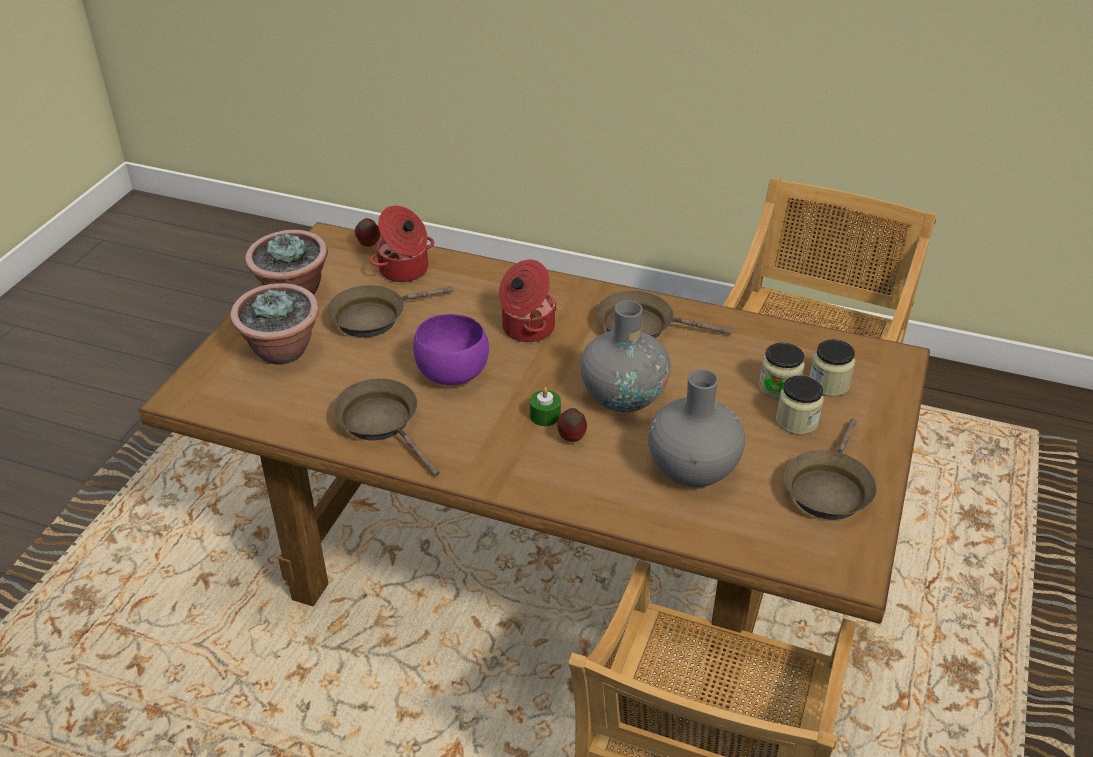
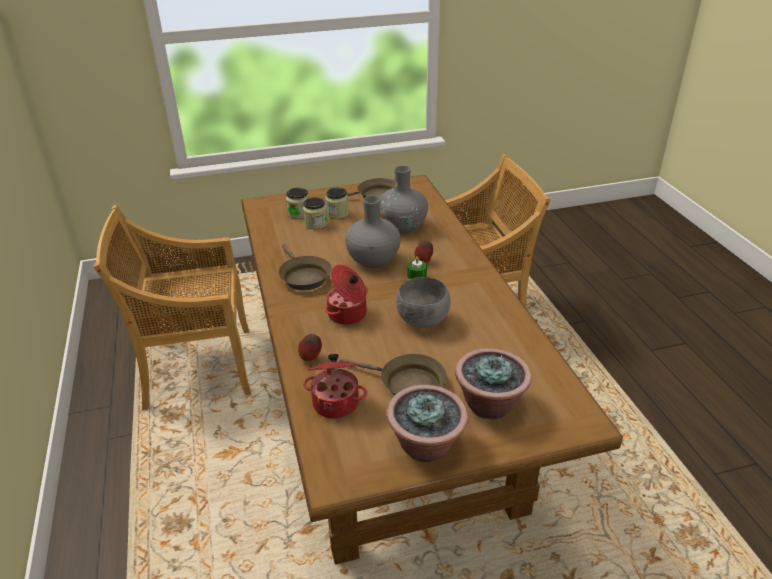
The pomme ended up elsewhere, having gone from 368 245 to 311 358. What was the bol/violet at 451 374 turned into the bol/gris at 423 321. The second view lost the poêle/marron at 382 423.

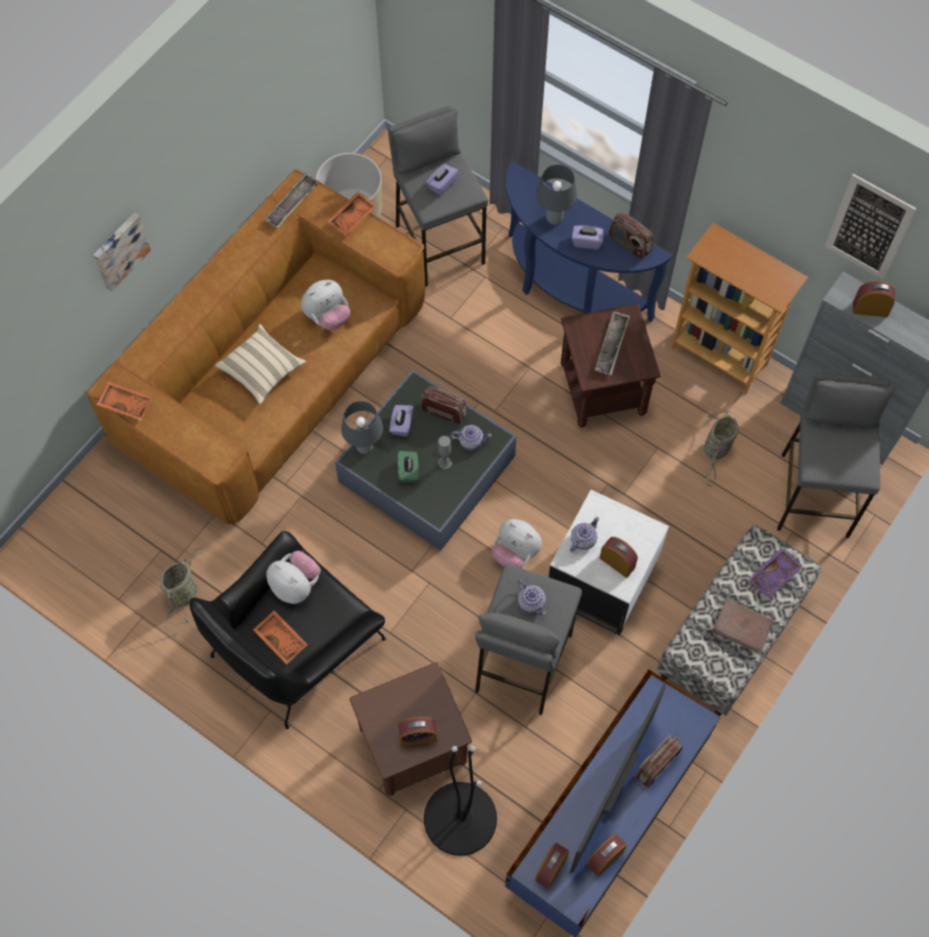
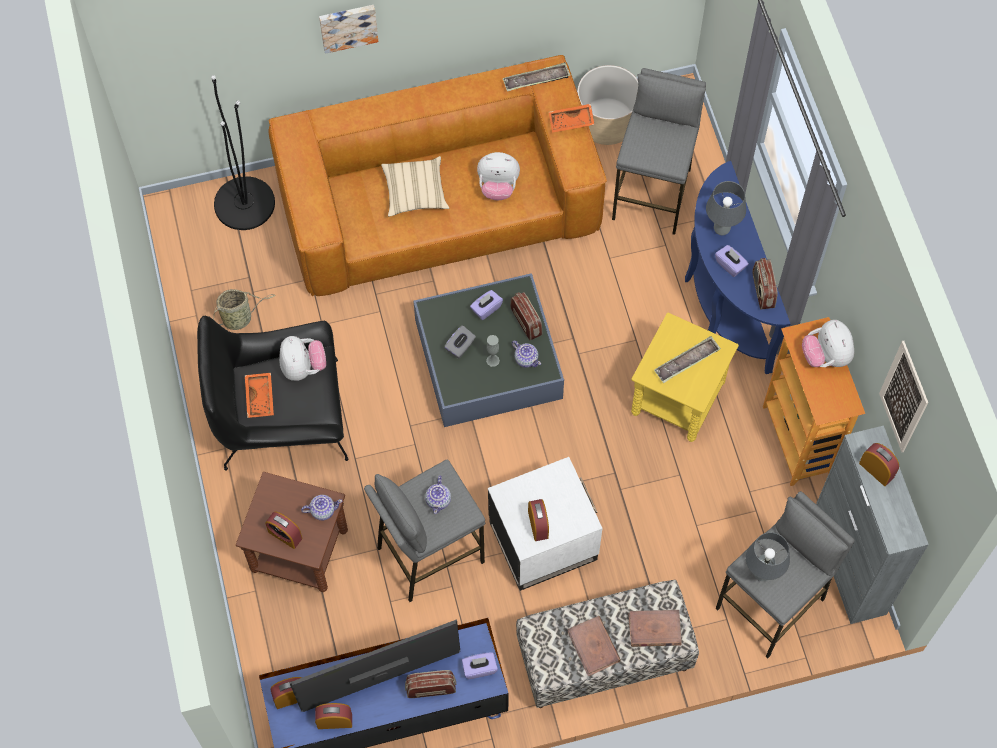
The boîte à mouchoirs/violet ended up elsewhere, having gone from 442 184 to 479 668. What was the table d'appoint/marron at 603 390 turned into the table d'appoint/jaune at 678 399. The second view lost the plateau/orange at 126 403. The lampe de table/gris ended up elsewhere, having gone from 364 446 to 762 573. The second view lost the panier at 716 450. What was the boîte à mouchoirs/vert at 408 471 turned into the boîte à mouchoirs/gris at 460 347. The théière ended up elsewhere, having gone from 582 540 to 322 510. The peluche ended up elsewhere, having gone from 515 553 to 825 356. Where the plateau/violet stood at 775 576, the livre/marron came to stand at 654 629. The lampadaire/noir ended up elsewhere, having gone from 460 818 to 244 203.

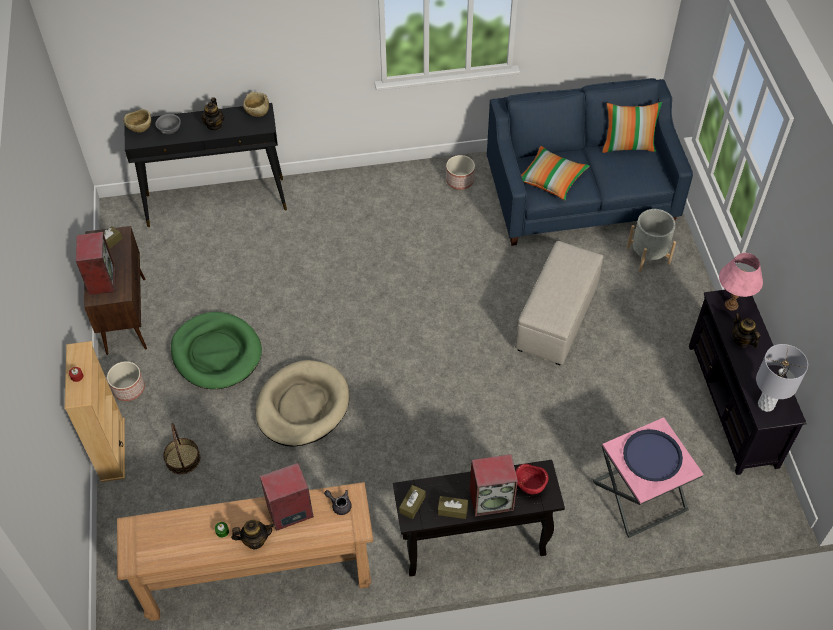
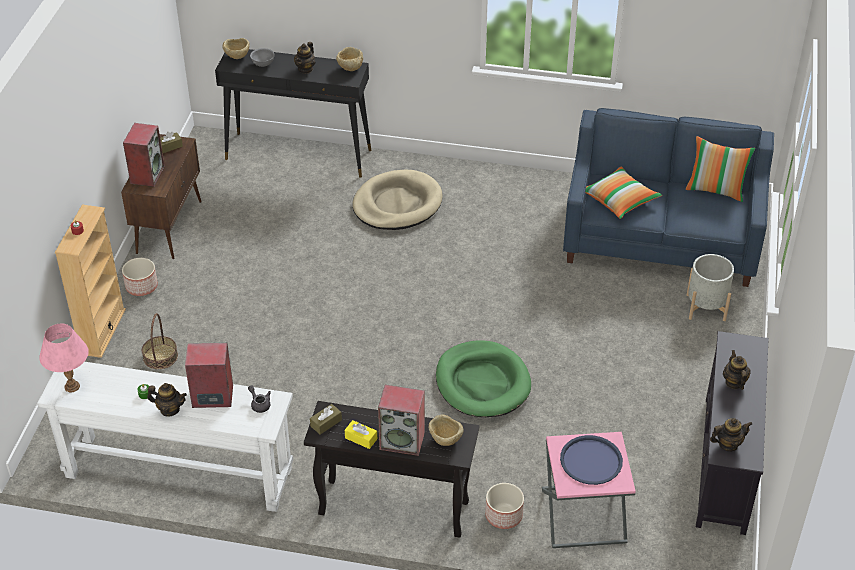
The cache-pot ended up elsewhere, having gone from 460 180 to 504 515. The second view lost the pouf/beige at 557 317. The lampe de table/rose ended up elsewhere, having gone from 731 305 to 72 386. The panier pour chien/vert ended up elsewhere, having gone from 216 353 to 482 382. Where the lampe de table/gris stood at 765 404, the théière came to stand at 728 444. The panier pour chien/beige ended up elsewhere, having gone from 302 406 to 397 204. What was the bol/rouge at 529 486 turned into the bol/beige at 445 440. What was the table console/marron at 258 577 turned into the table console/blanc at 178 472. What was the boîte à mouchoirs/marron at 452 510 turned into the boîte à mouchoirs/jaune at 361 438.

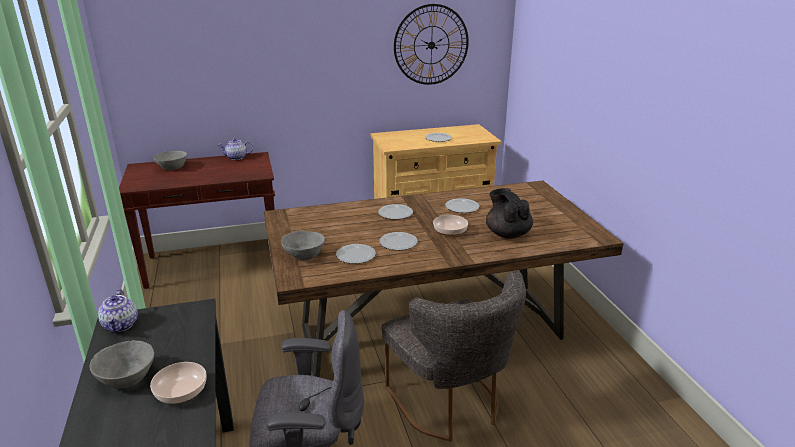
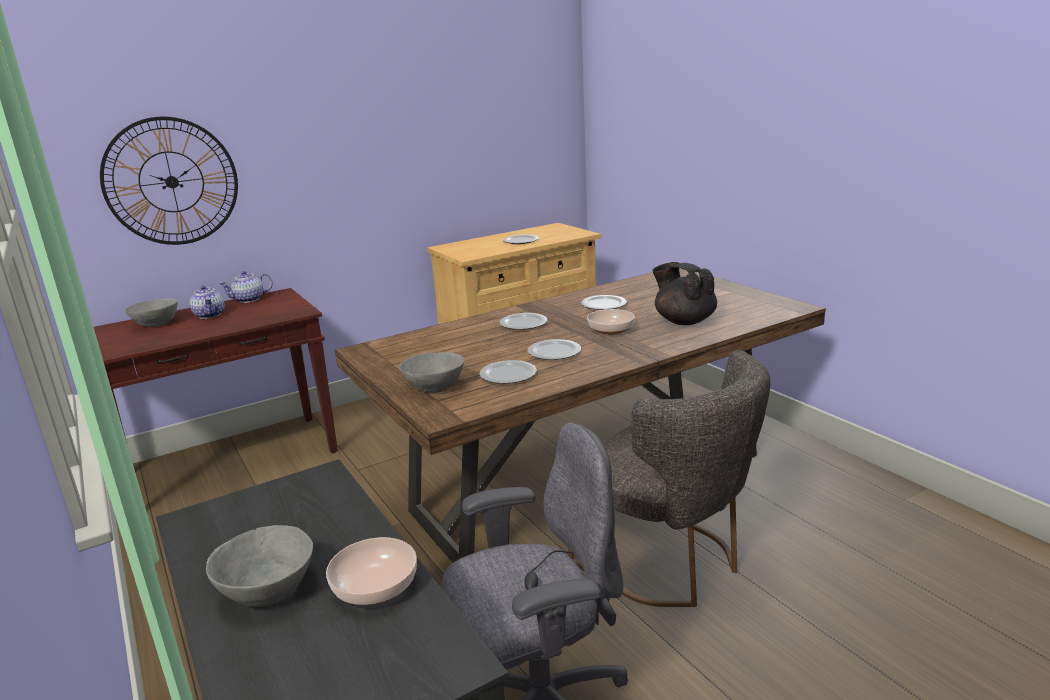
The horloge murale ended up elsewhere, having gone from 431 45 to 171 182. The théière ended up elsewhere, having gone from 121 325 to 210 315.

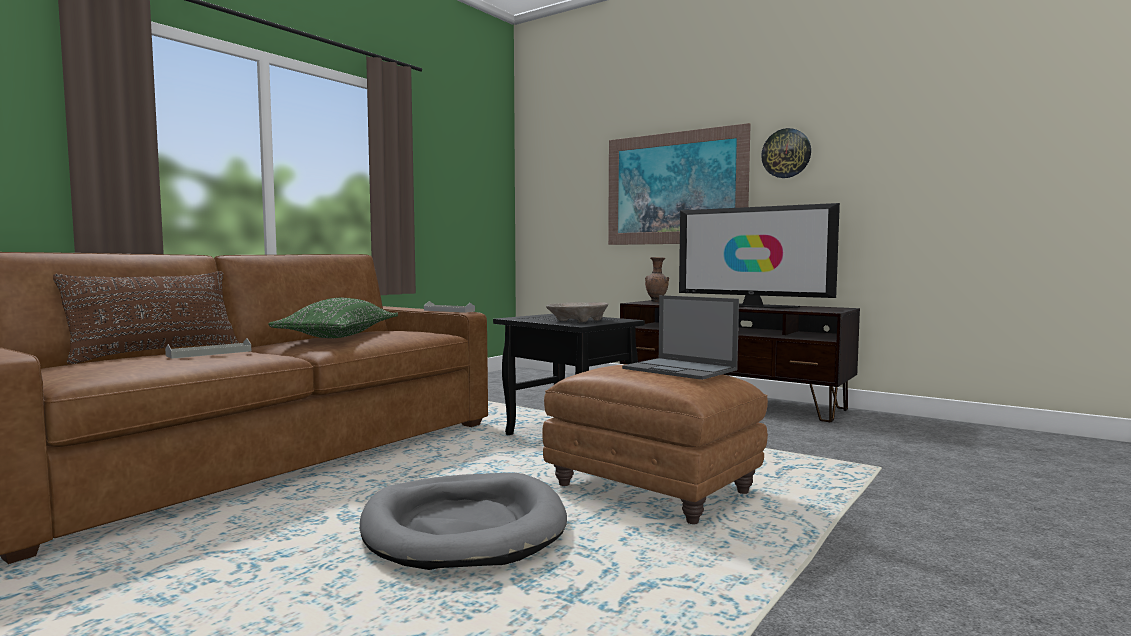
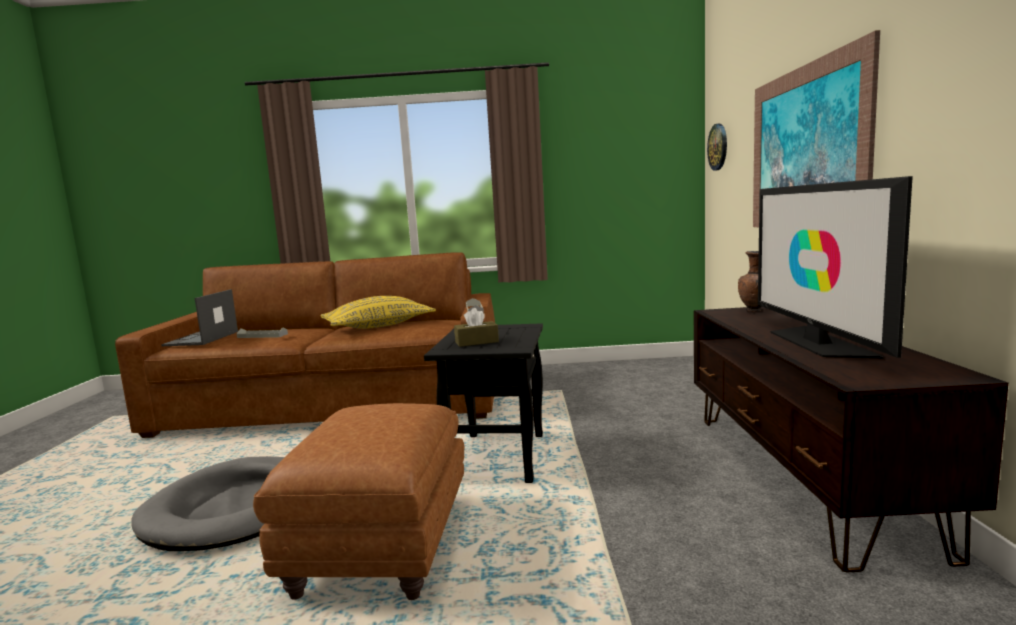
The horloge murale ended up elsewhere, having gone from 786 153 to 718 147. The second view lost the coussin/marron at 156 353. The ordinateur portable ended up elsewhere, having gone from 681 369 to 201 339. What was the coussin/vert at 339 336 turned into the coussin/jaune at 379 326. Where the bol/beige stood at 577 320, the boîte à mouchoirs/marron came to stand at 476 342.

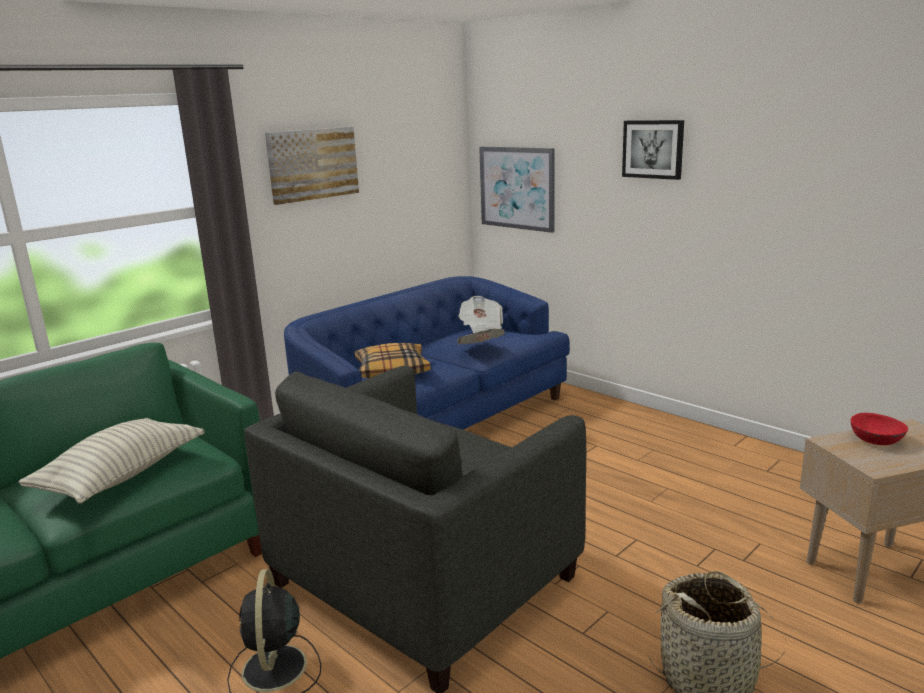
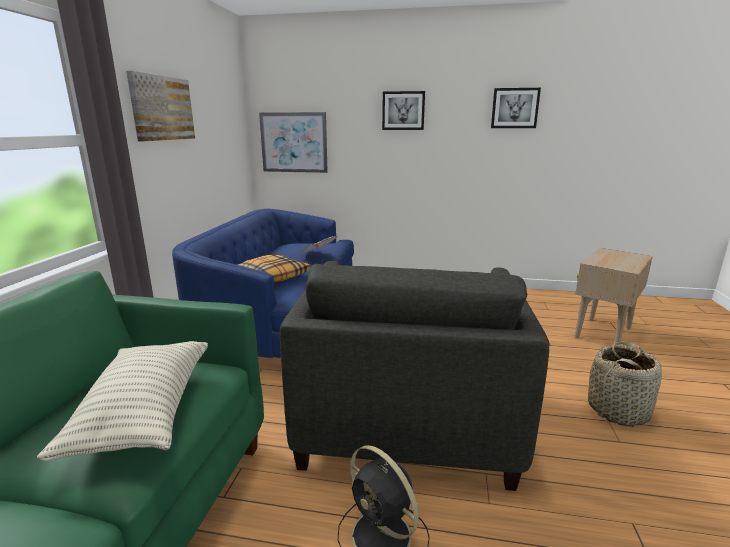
The second view lost the journal at 481 328. The second view lost the bol/rouge at 875 440. The second view gained the tableau at 514 108.

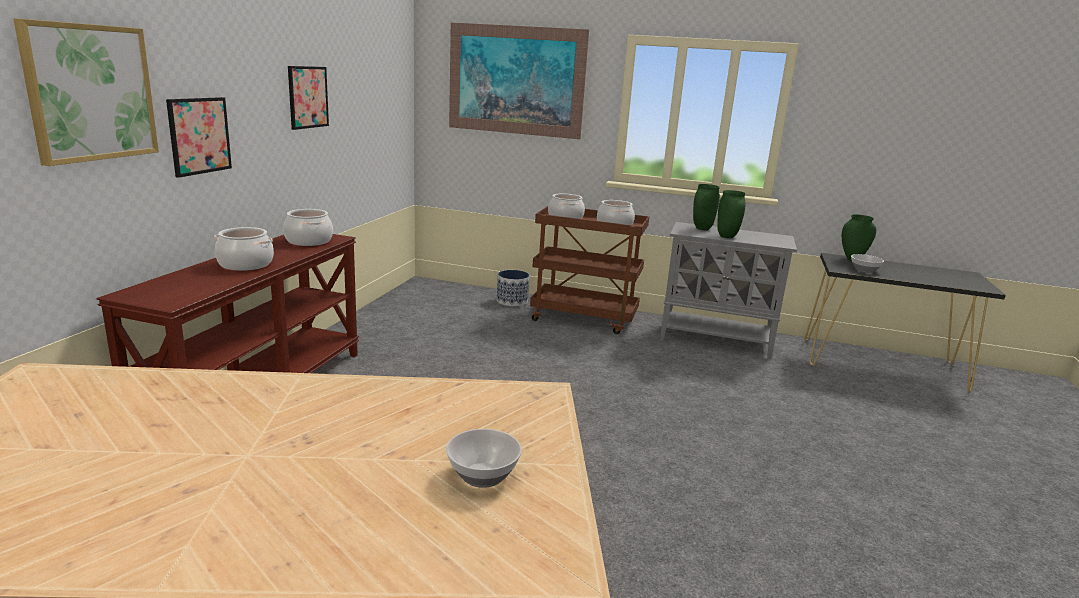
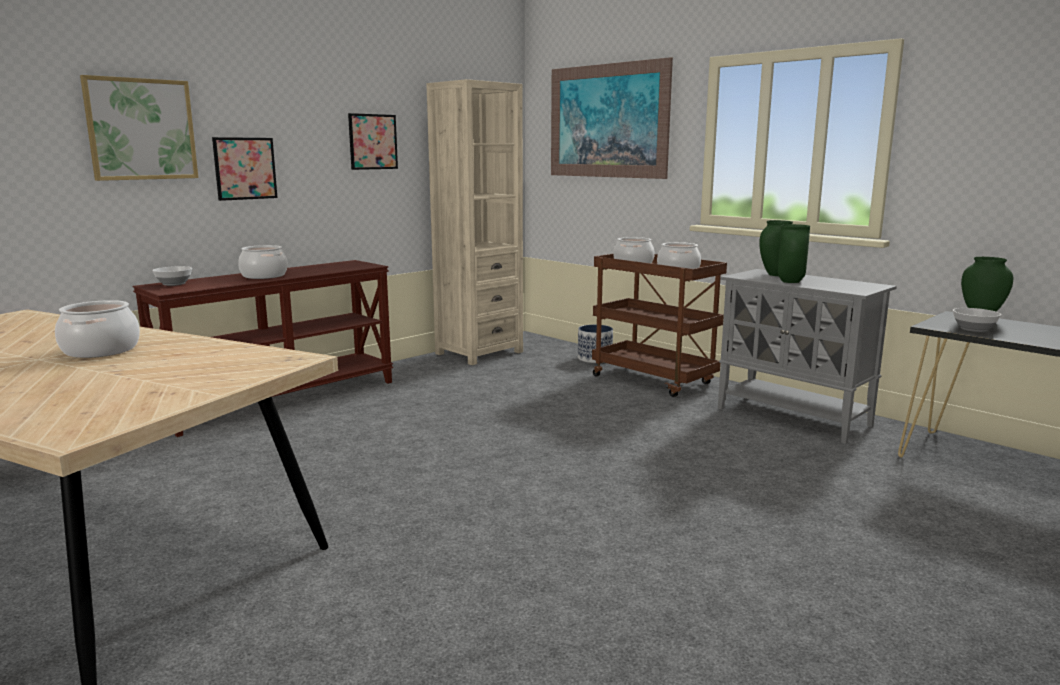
The marmite ended up elsewhere, having gone from 309 241 to 101 350. The bol ended up elsewhere, having gone from 482 474 to 174 284. The second view gained the bibliothèque/beige at 479 353.

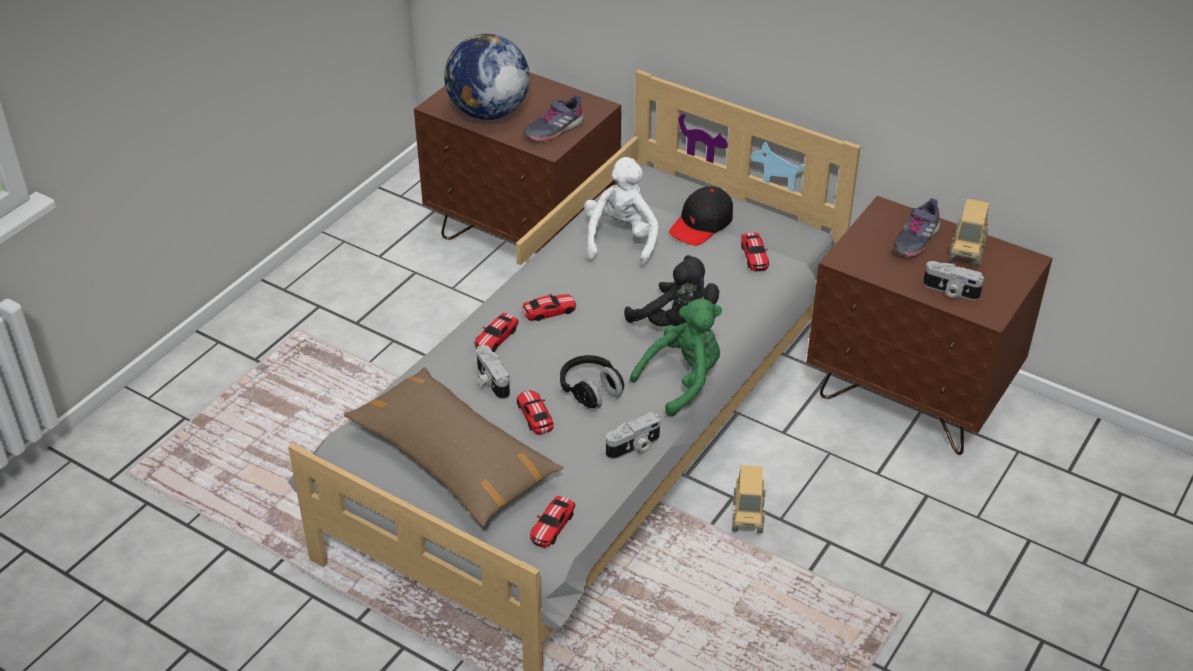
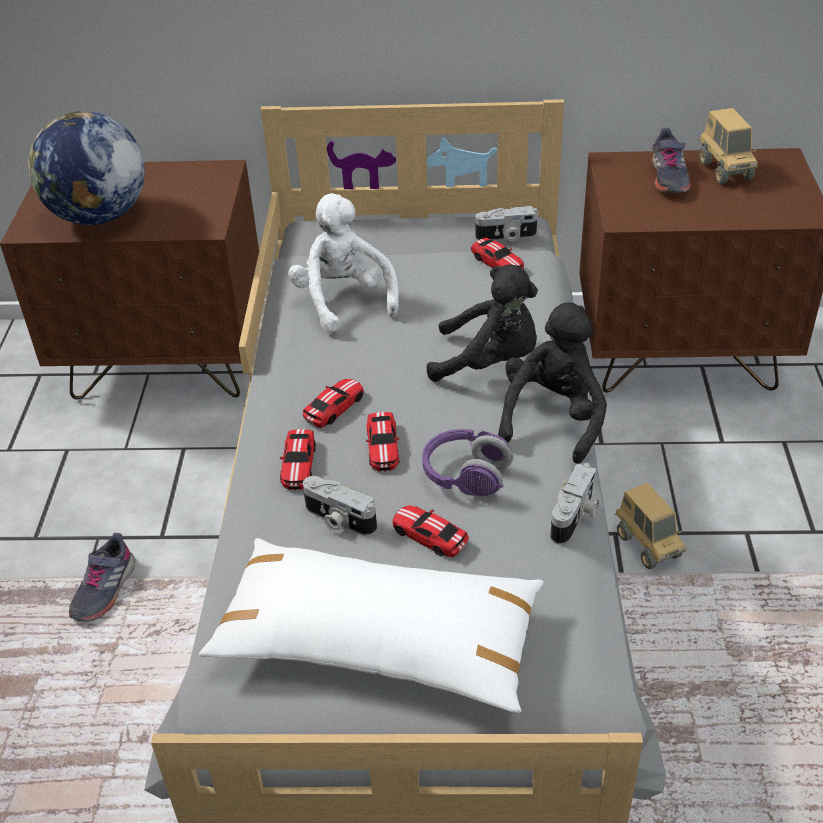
The chaussure/gris ended up elsewhere, having gone from 553 129 to 103 589. The second view lost the casquette/noir at 701 224. The appareil photo ended up elsewhere, having gone from 950 291 to 506 237. What was the peluche/vert at 683 381 turned into the peluche/noir at 553 418. What was the casque audio/noir at 591 391 turned into the casque audio/violet at 466 476. What was the coussin/marron at 453 459 turned into the coussin/blanc at 378 640. The petite voiture ended up elsewhere, having gone from 553 526 to 383 446.

